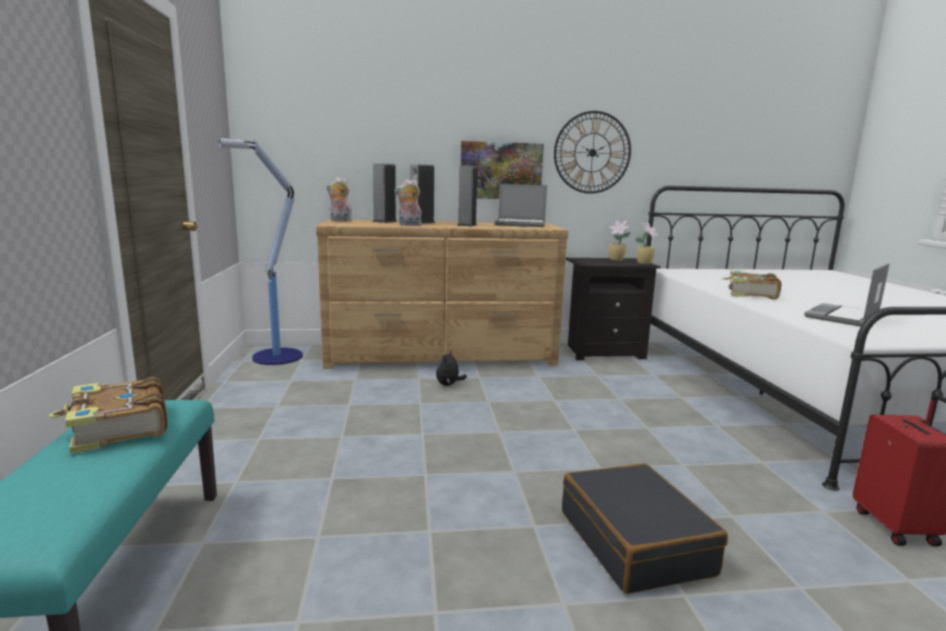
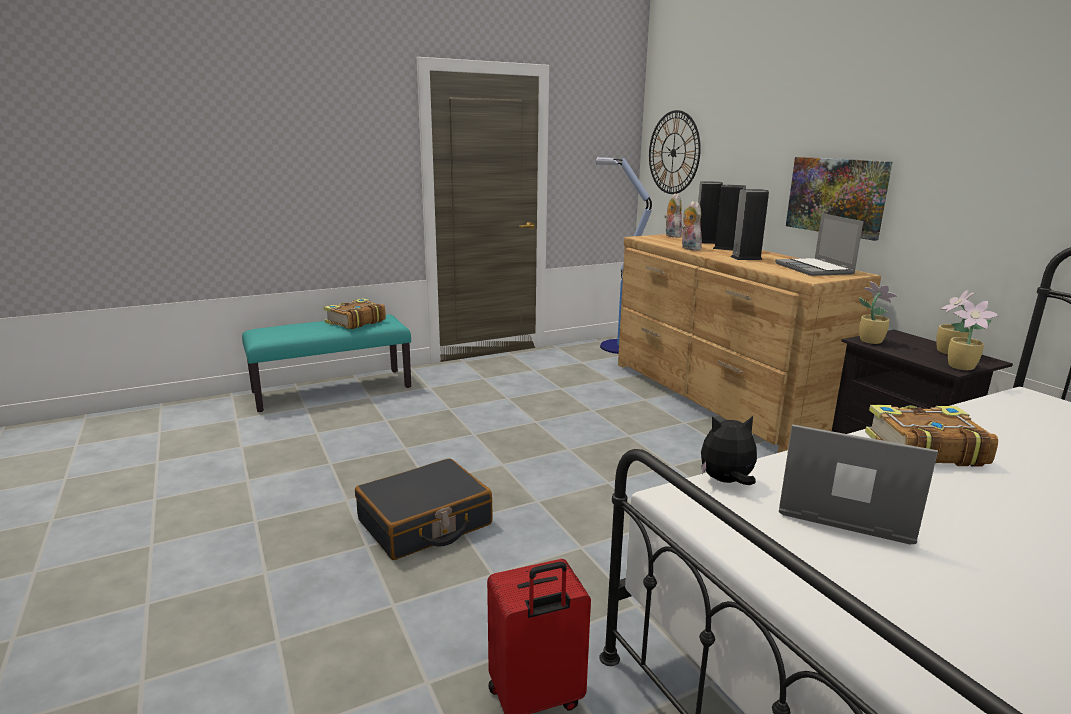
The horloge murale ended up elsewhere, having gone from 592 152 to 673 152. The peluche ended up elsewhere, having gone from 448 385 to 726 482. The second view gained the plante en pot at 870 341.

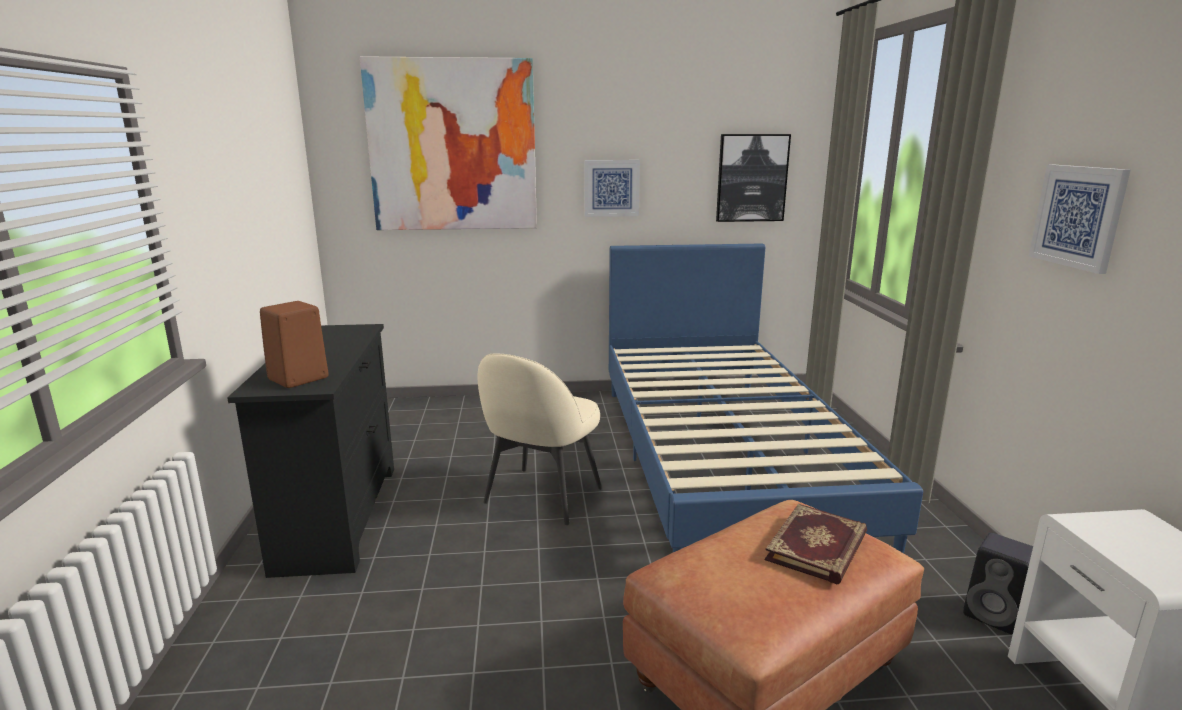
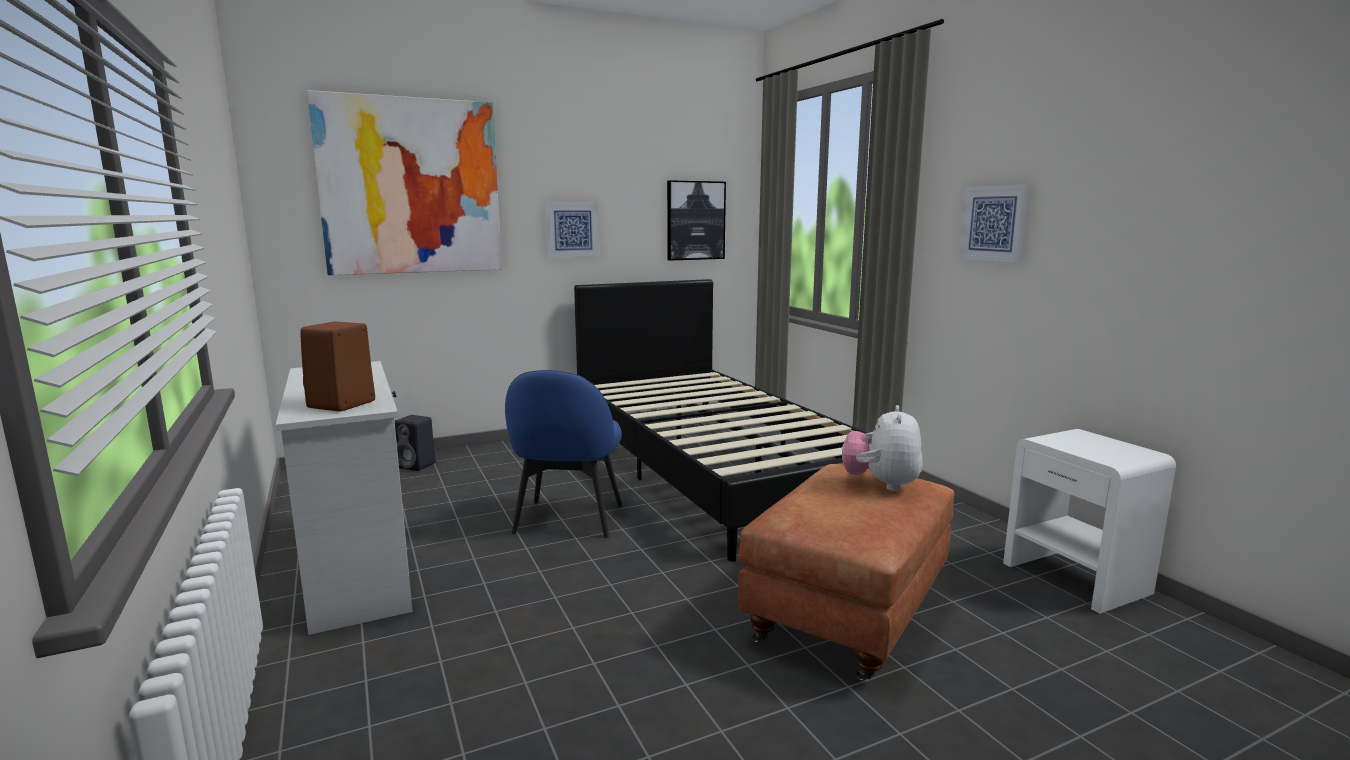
What was the lit/bleu at 721 459 turned into the lit/noir at 714 469. What was the commode/noir at 339 515 turned into the commode/blanc at 358 568. What was the chaise/beige at 541 497 turned into the chaise/bleu at 568 520. Where the livre stood at 818 547, the peluche came to stand at 881 484. The enceinte/noir ended up elsewhere, having gone from 995 615 to 417 465.

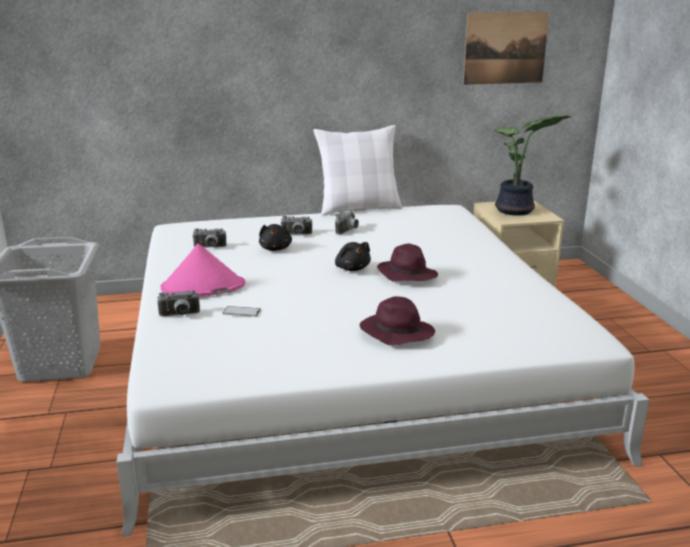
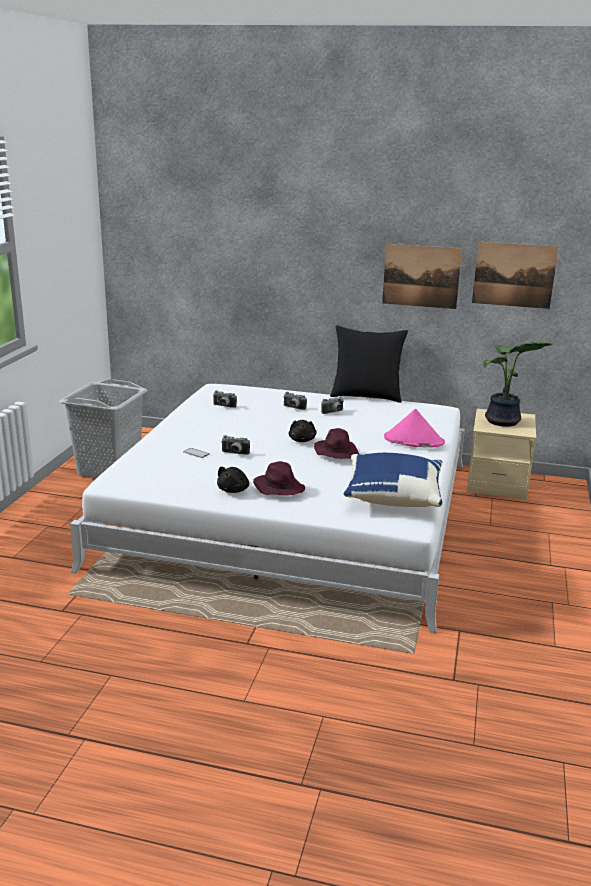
What was the coussin/blanc at 358 208 turned into the coussin/noir at 366 396. The peluche/noir ended up elsewhere, having gone from 275 249 to 234 490. The chapeau/rose ended up elsewhere, having gone from 203 287 to 413 440. The appareil photo ended up elsewhere, having gone from 179 315 to 234 454. The second view gained the tableau at 421 276. The second view gained the coussin/bleu at 392 497.

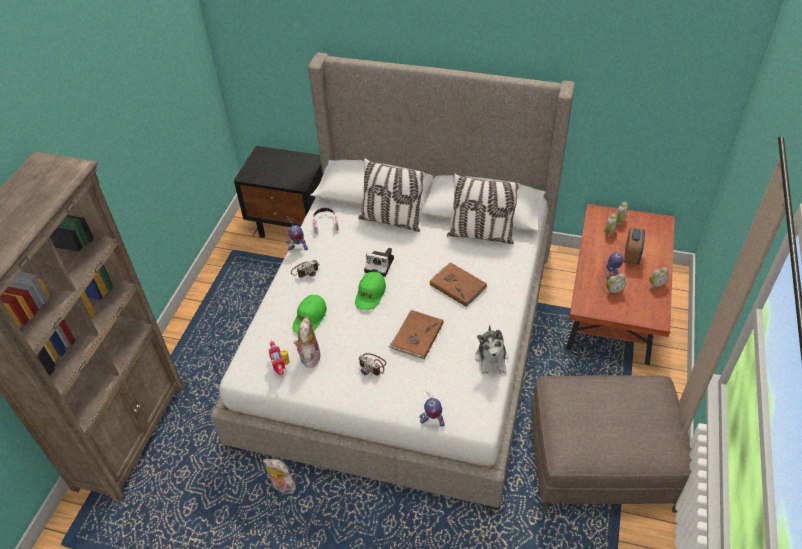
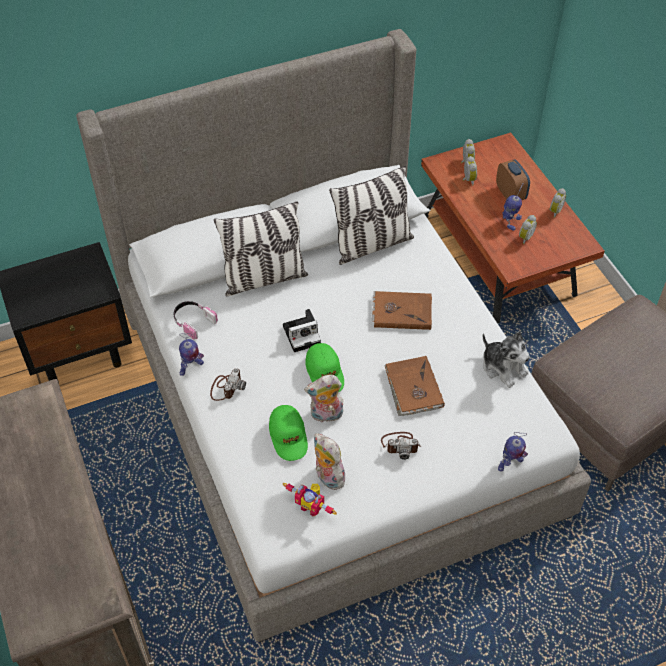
The peluche ended up elsewhere, having gone from 282 487 to 326 415.

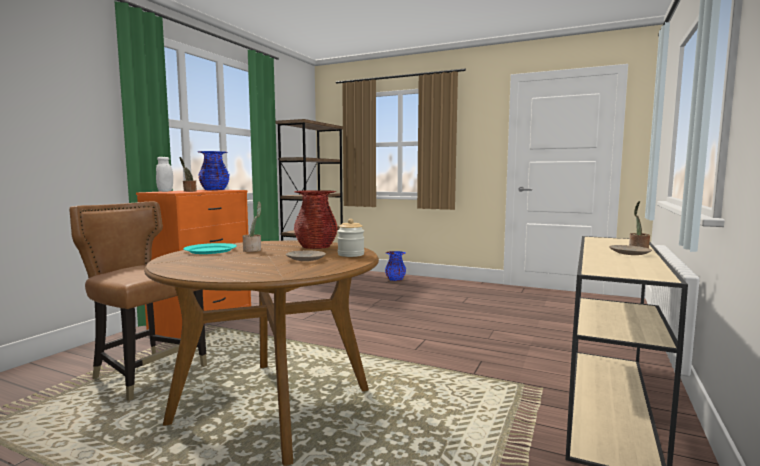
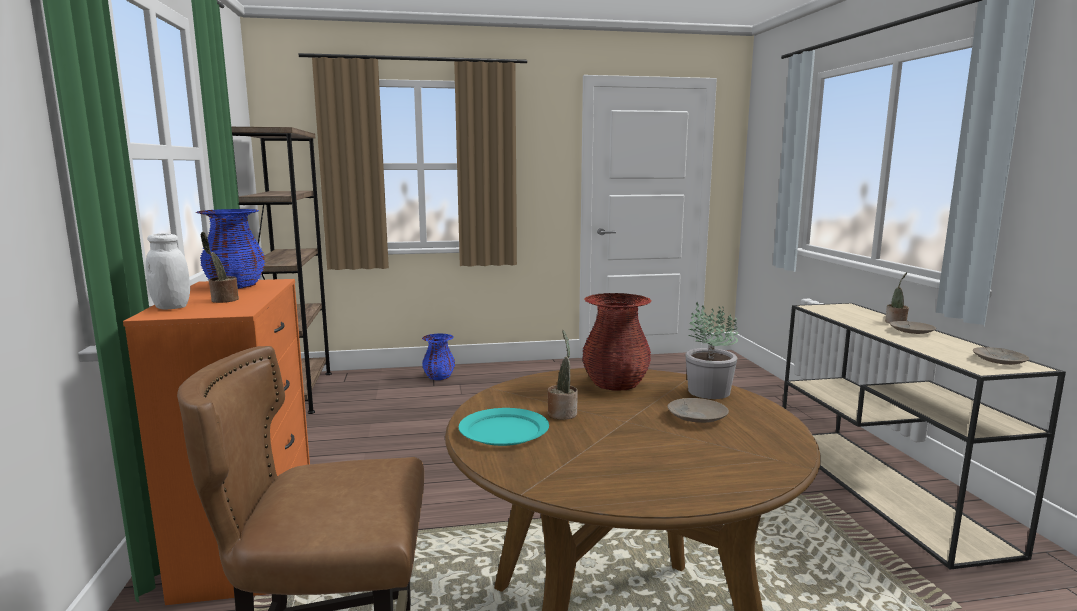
Where the bocal stood at 351 254, the plante en pot came to stand at 707 392. The second view gained the assiette/beige at 999 361.

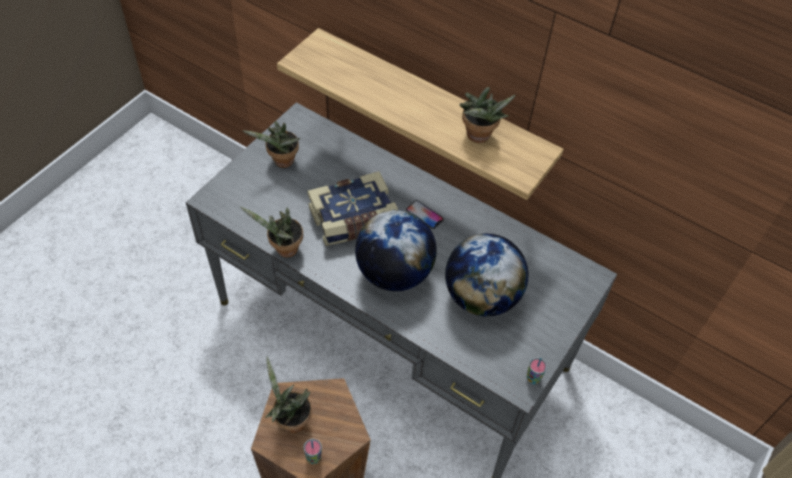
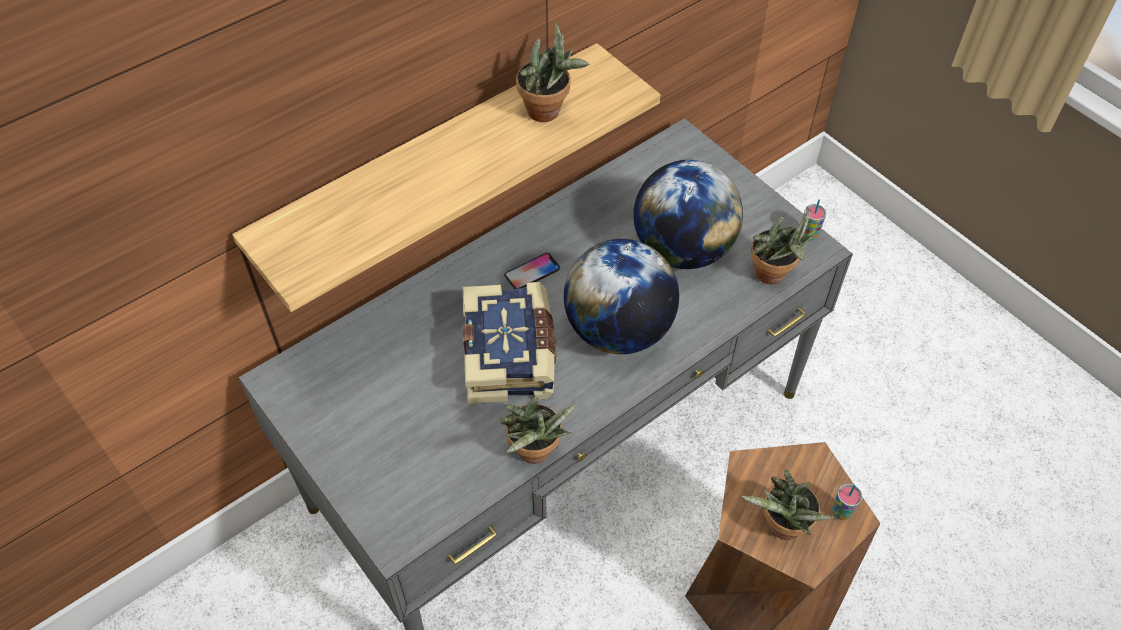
The plante en pot ended up elsewhere, having gone from 281 162 to 773 276.

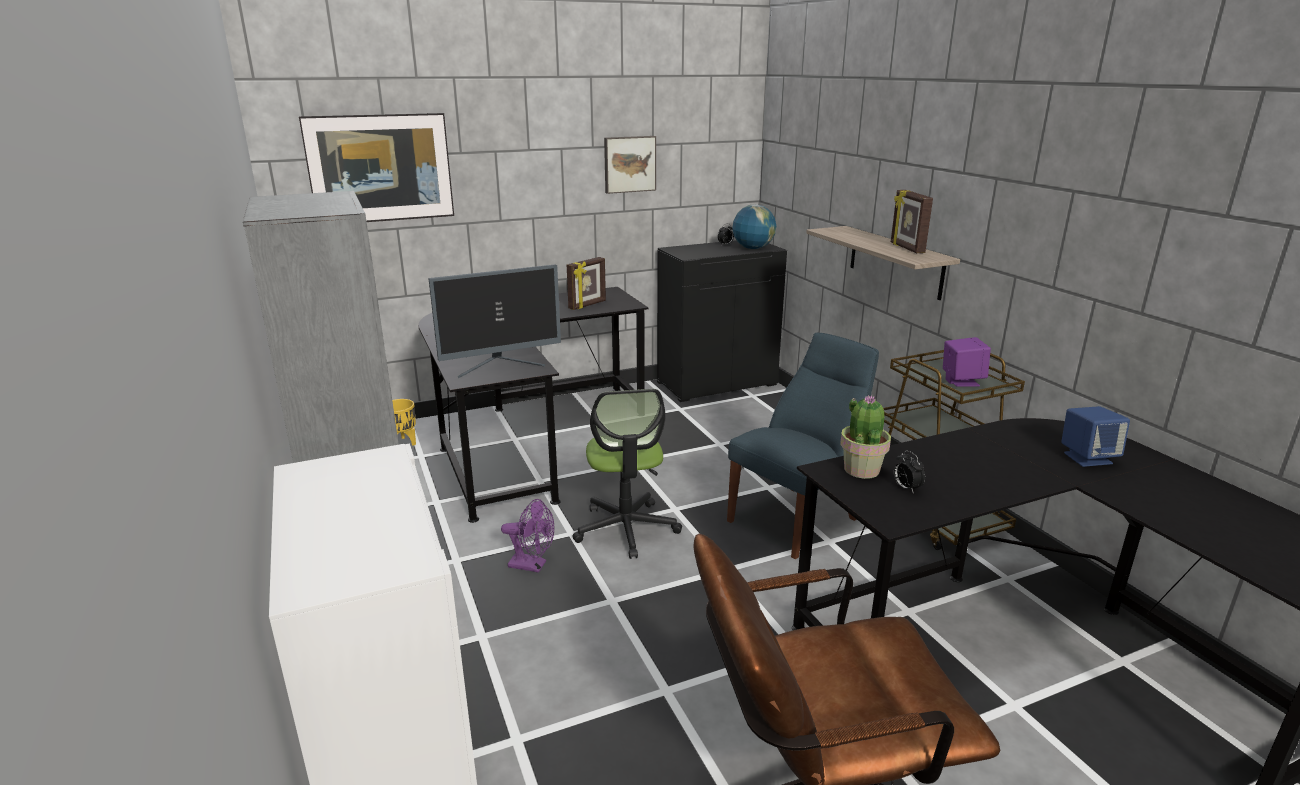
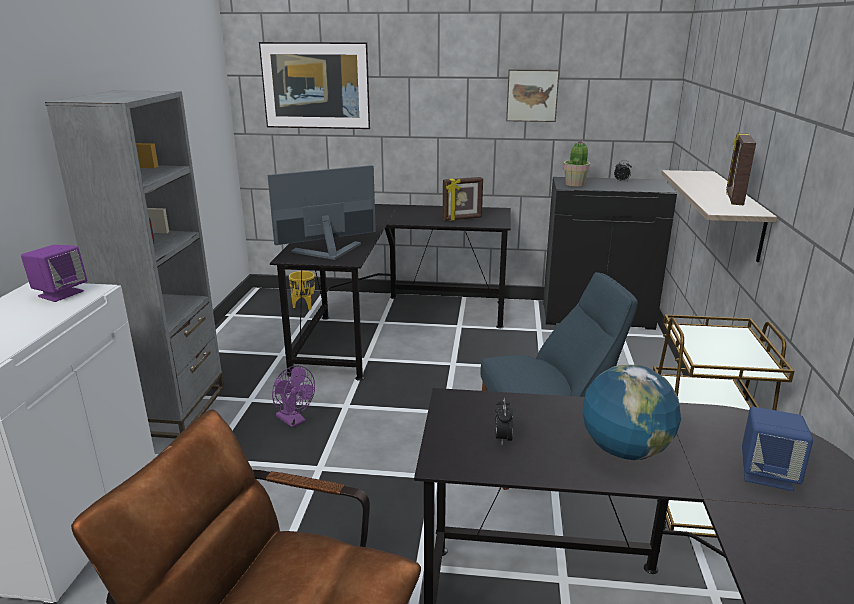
The globe ended up elsewhere, having gone from 752 248 to 624 450. The écran d'ordinateur at 501 366 ended up facing another way, 150 degrees clockwise from before. The enceinte/violet ended up elsewhere, having gone from 961 381 to 60 293. The second view lost the chaise de bureau at 626 529. The plante en pot ended up elsewhere, having gone from 861 469 to 575 184.

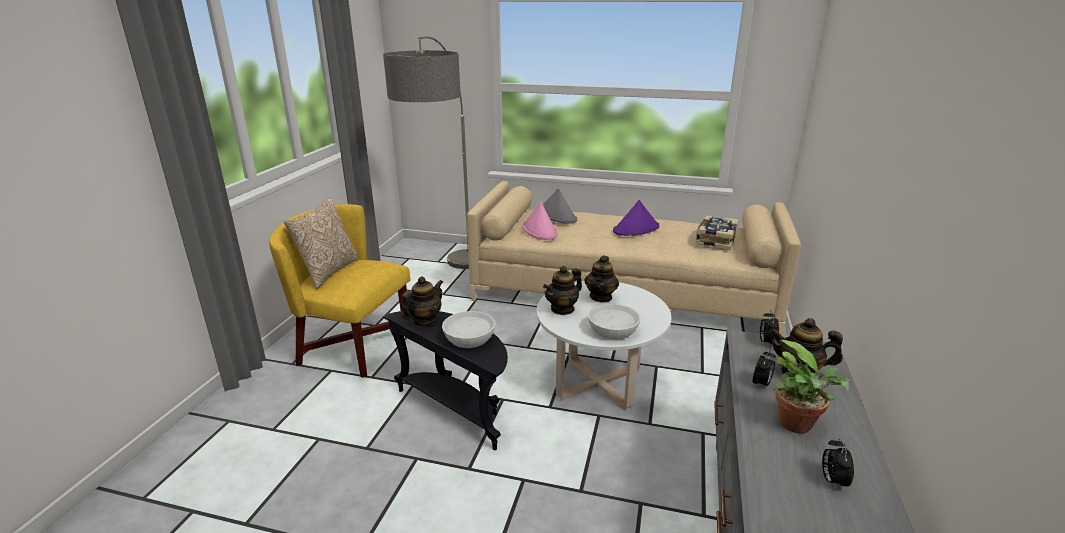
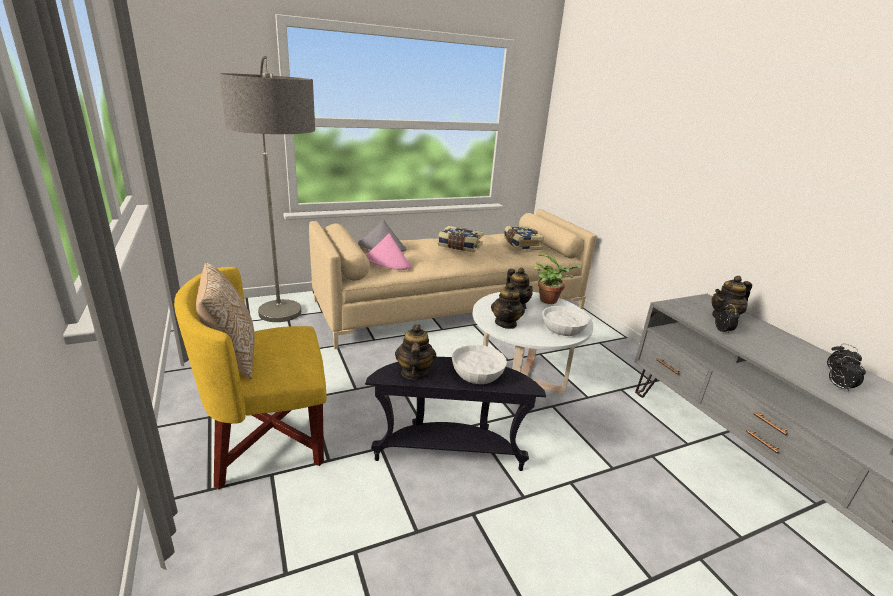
Where the chapeau/violet stood at 636 229, the livre came to stand at 459 246. The réveil ended up elsewhere, having gone from 766 342 to 839 387. The plante en pot ended up elsewhere, having gone from 799 425 to 551 300.

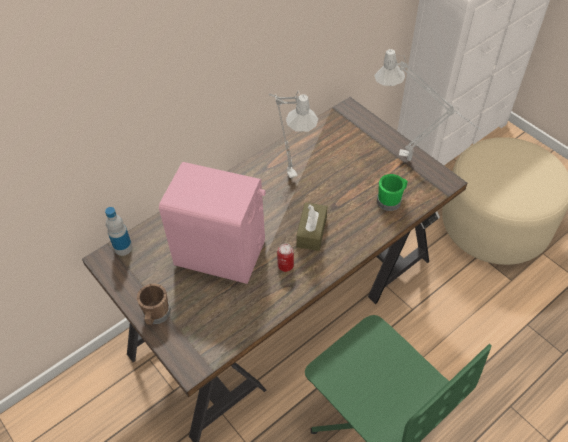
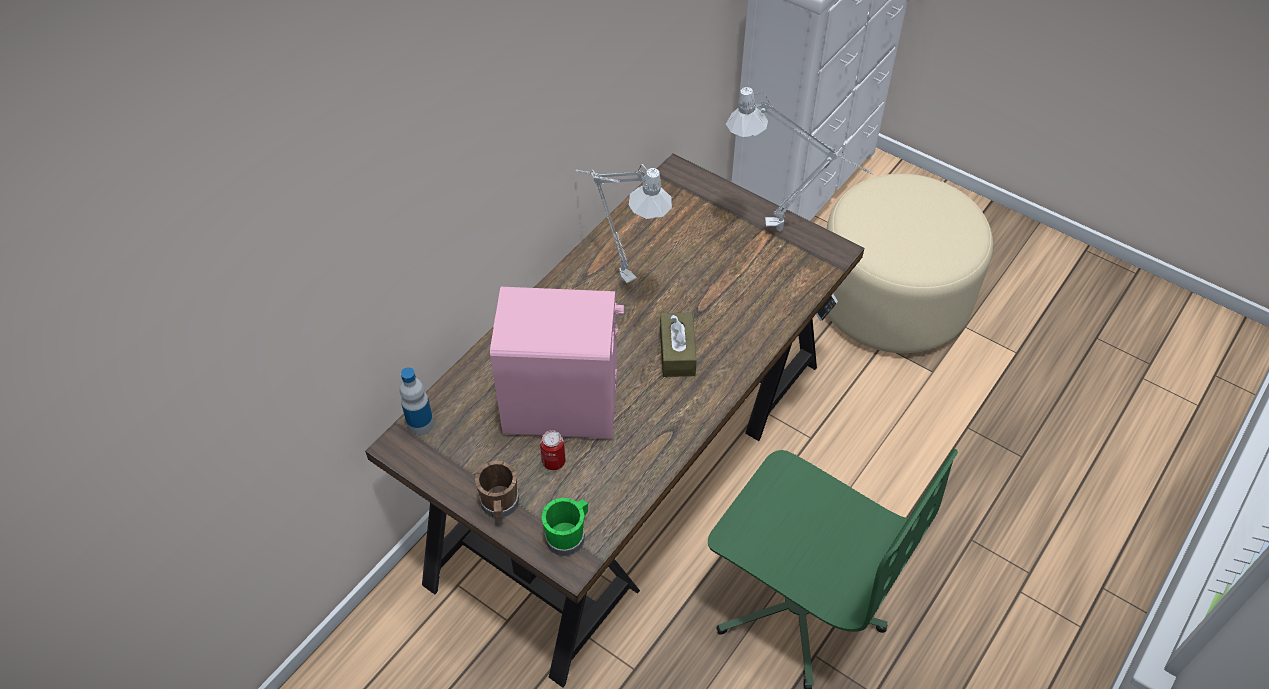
The mug/vert ended up elsewhere, having gone from 391 200 to 568 535. The boîte métallique ended up elsewhere, having gone from 285 266 to 553 461.

